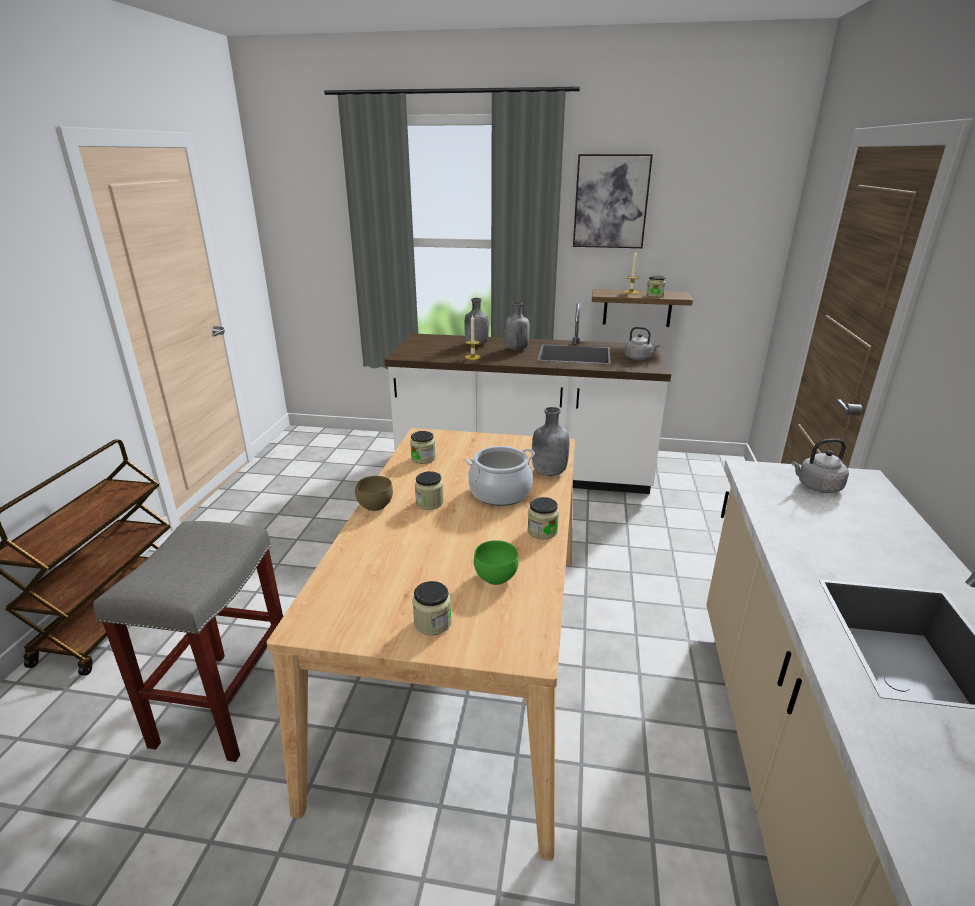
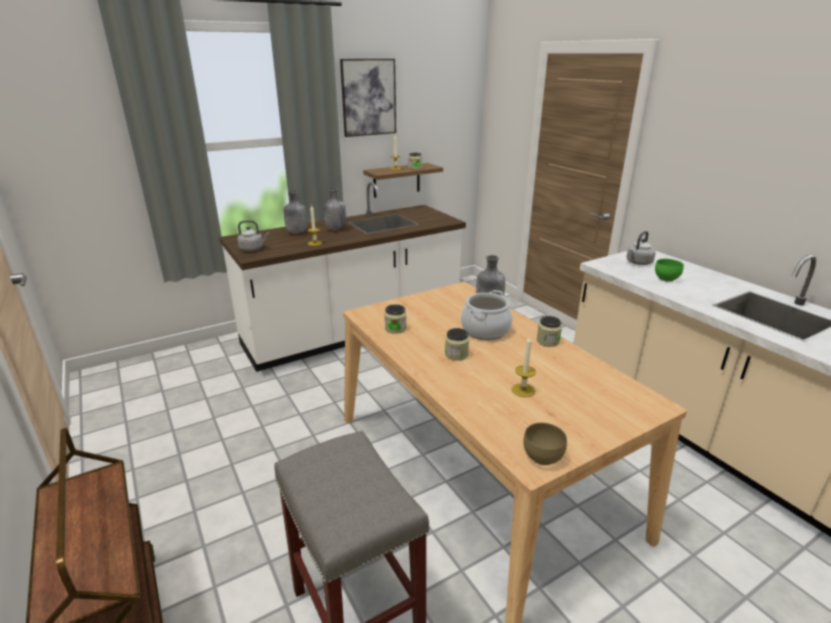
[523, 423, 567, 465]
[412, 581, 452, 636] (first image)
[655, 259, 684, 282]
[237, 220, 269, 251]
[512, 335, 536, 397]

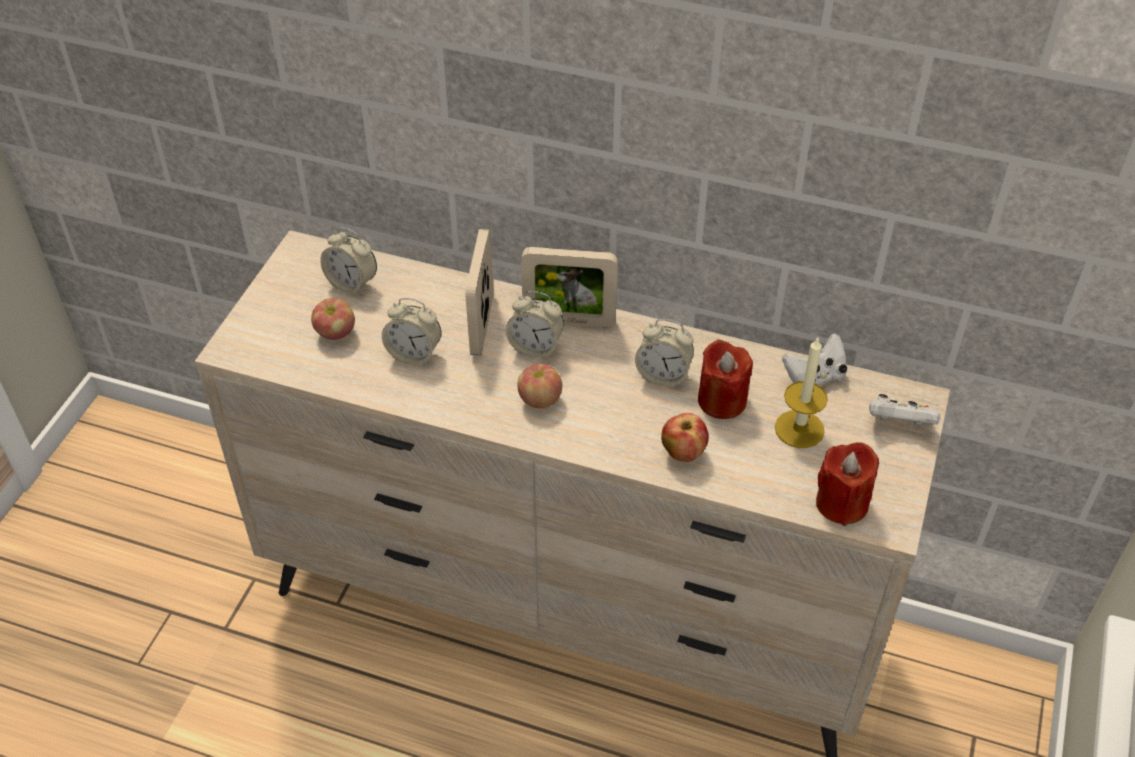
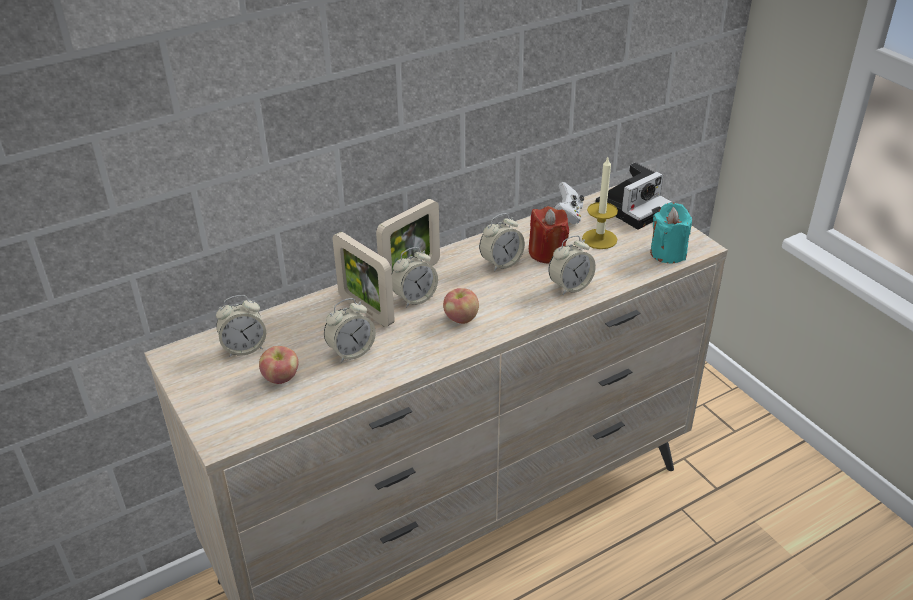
[548, 236, 596, 295]
[650, 202, 692, 263]
[595, 163, 672, 230]

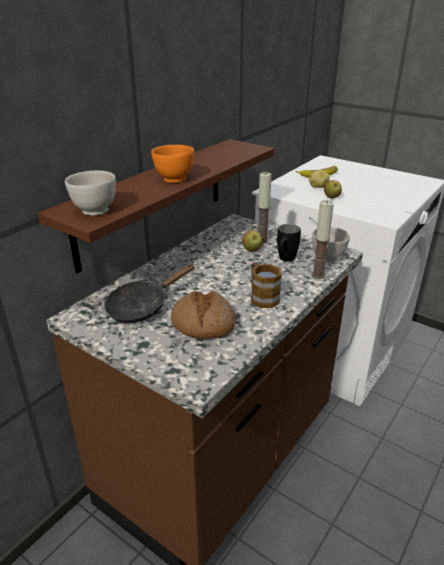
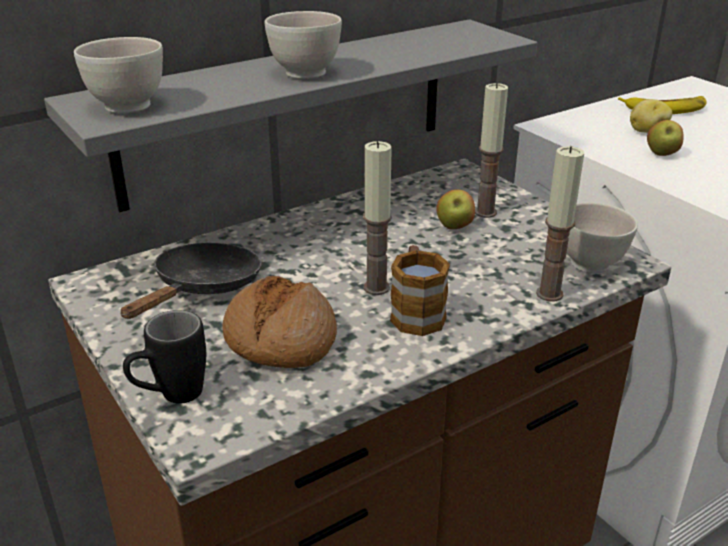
[44, 19, 537, 212]
[120, 243, 262, 319]
[265, 11, 342, 79]
[123, 310, 206, 404]
[363, 141, 392, 295]

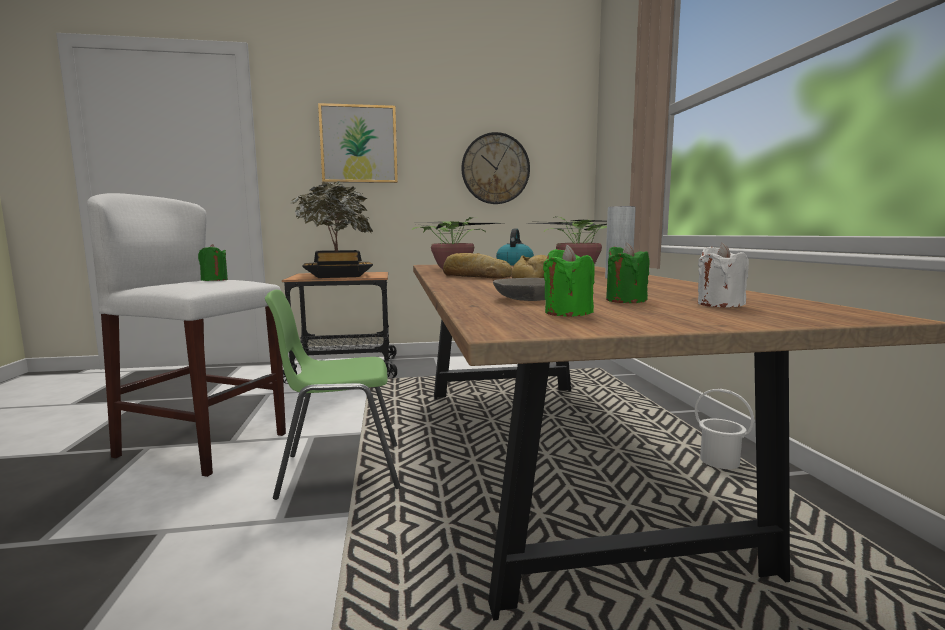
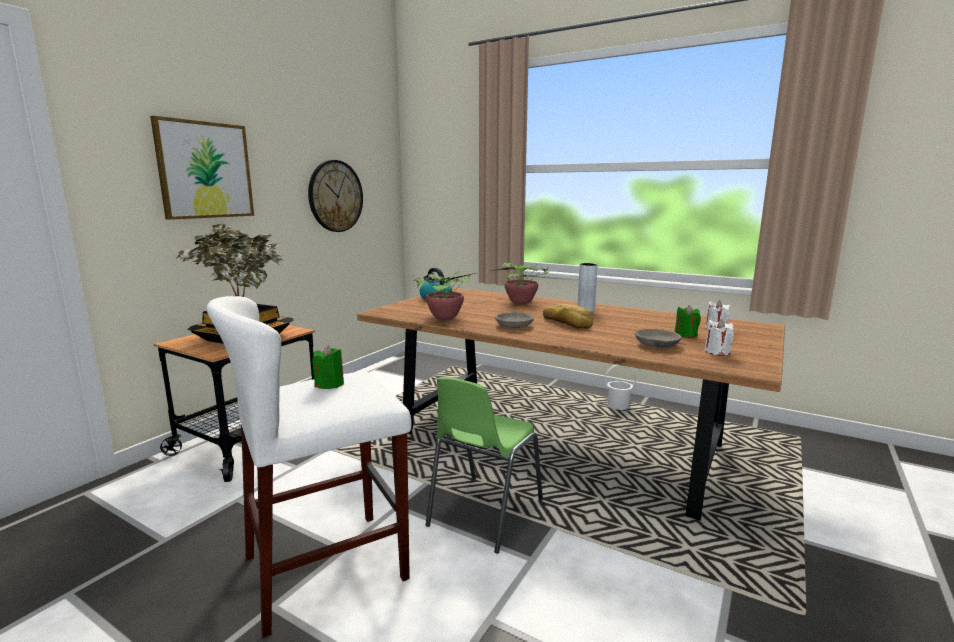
[495, 312, 534, 328]
[705, 319, 734, 356]

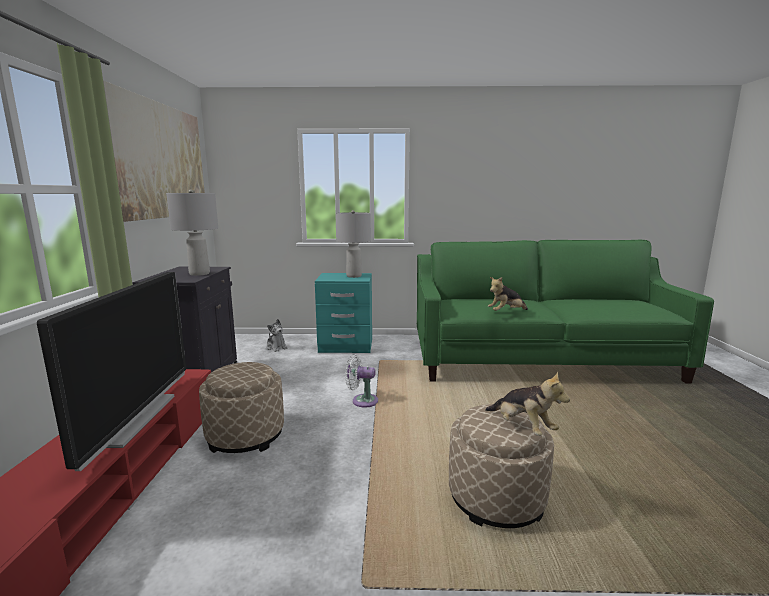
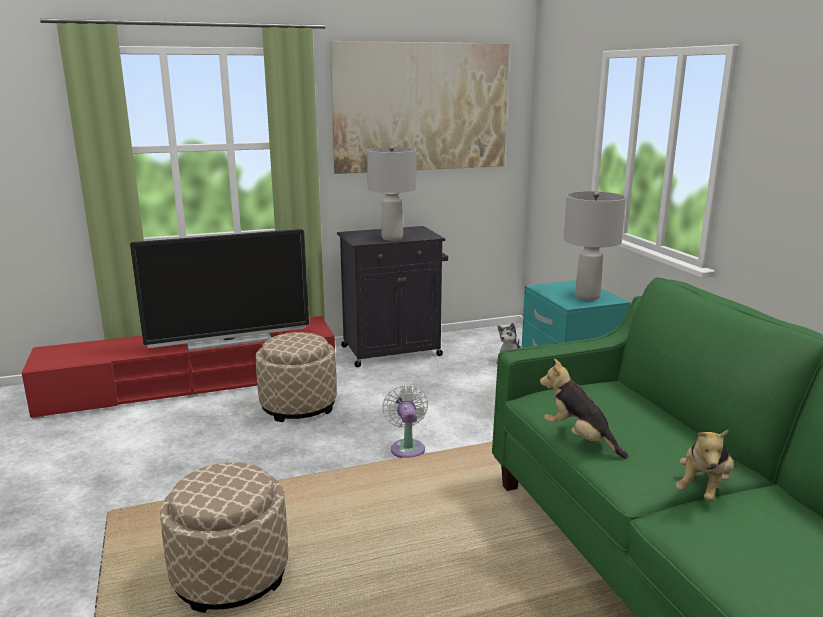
[676, 430, 733, 501]

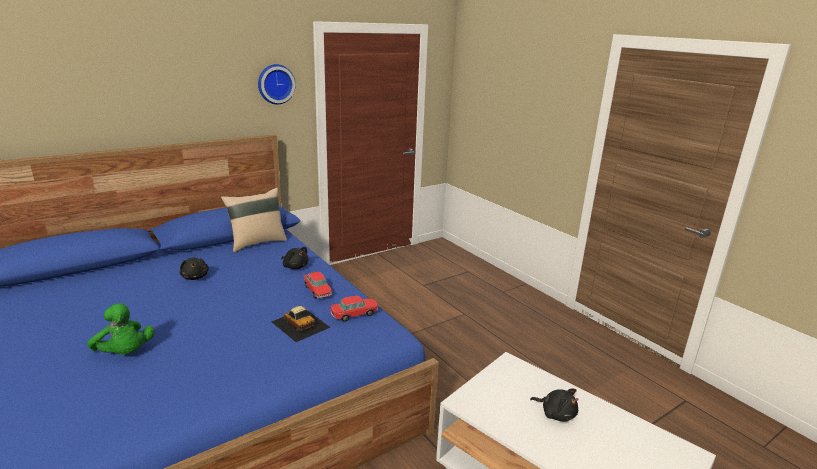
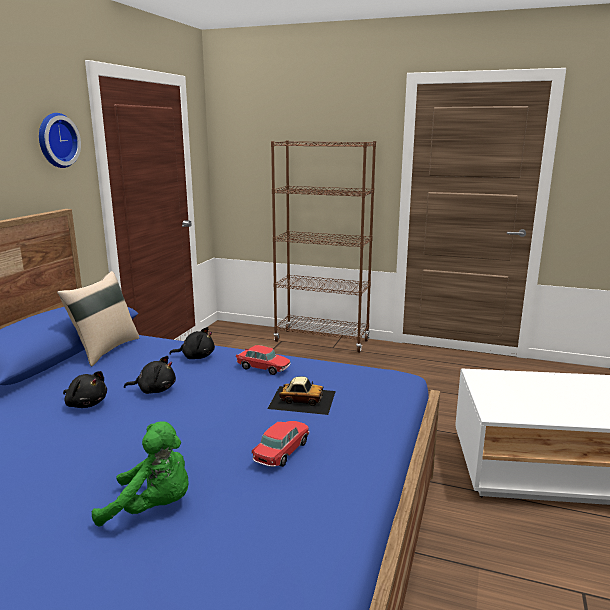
[251, 421, 310, 467]
[124, 356, 176, 394]
[271, 141, 376, 353]

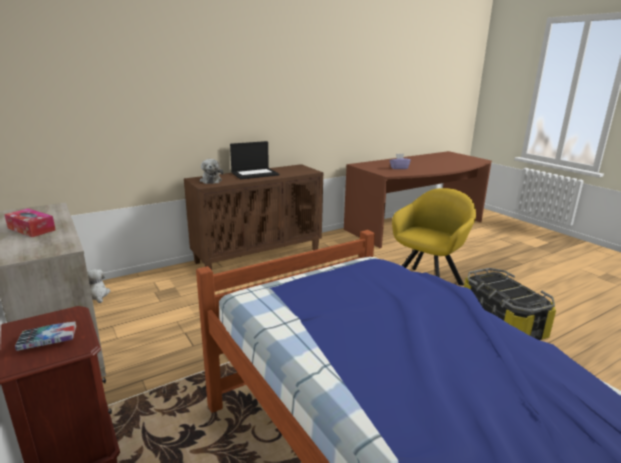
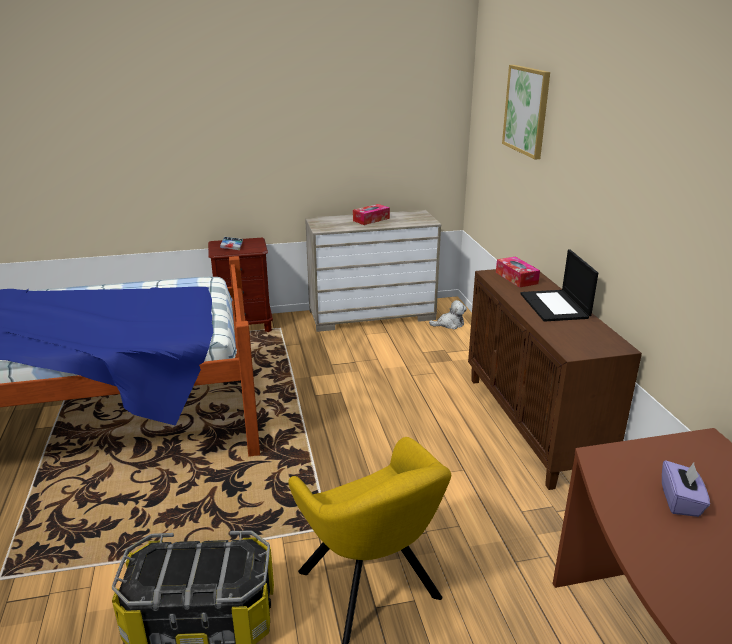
[496, 257, 540, 288]
[502, 65, 550, 159]

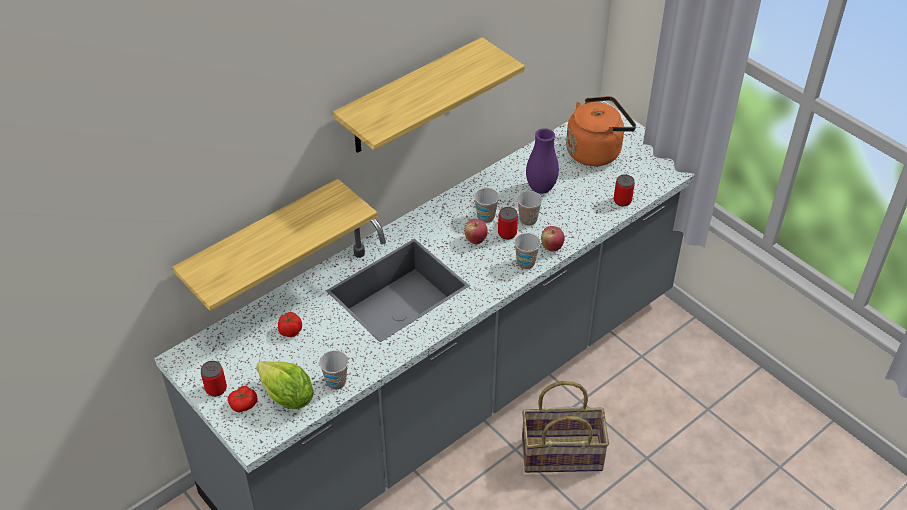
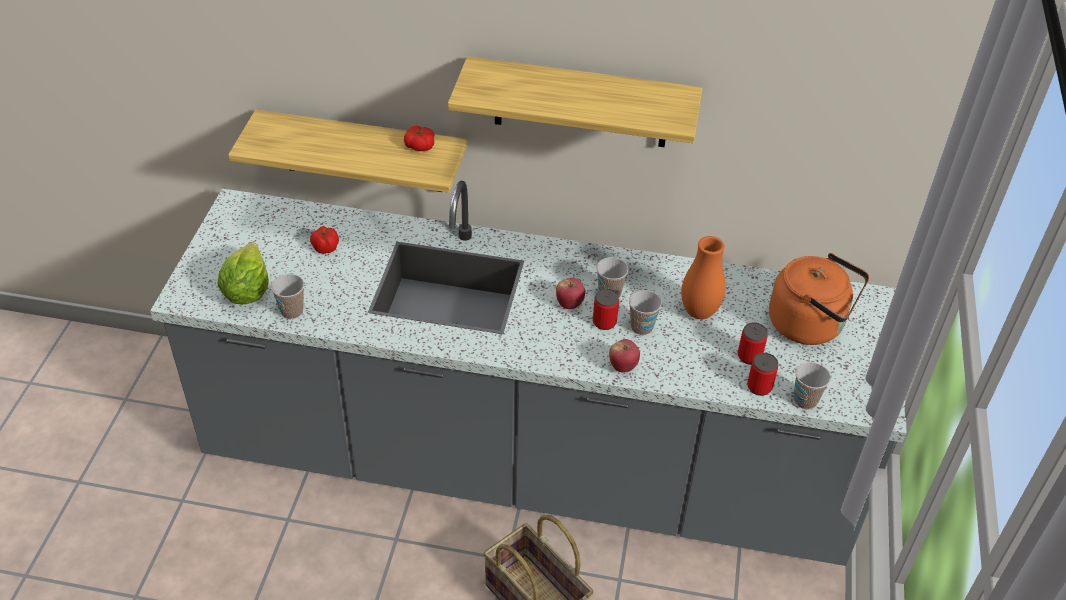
[738, 322, 768, 365]
[404, 126, 434, 151]
[794, 362, 831, 409]
[681, 236, 726, 319]

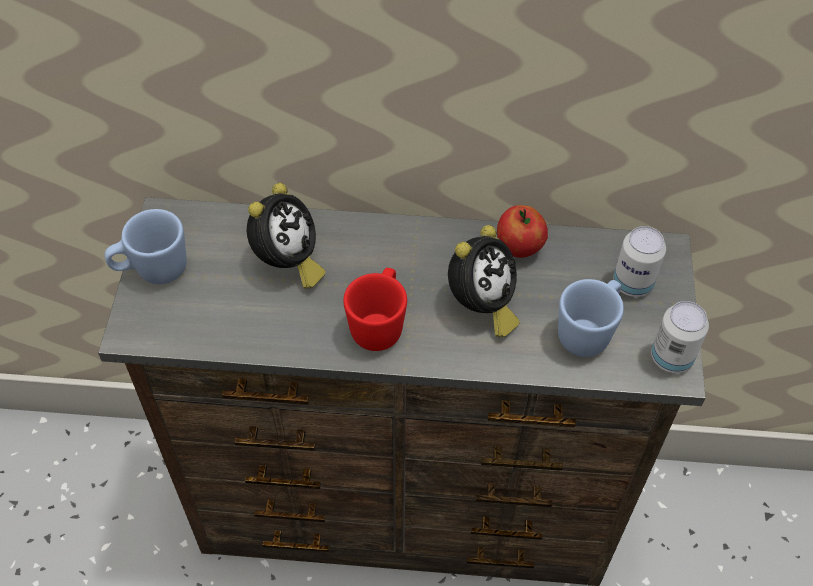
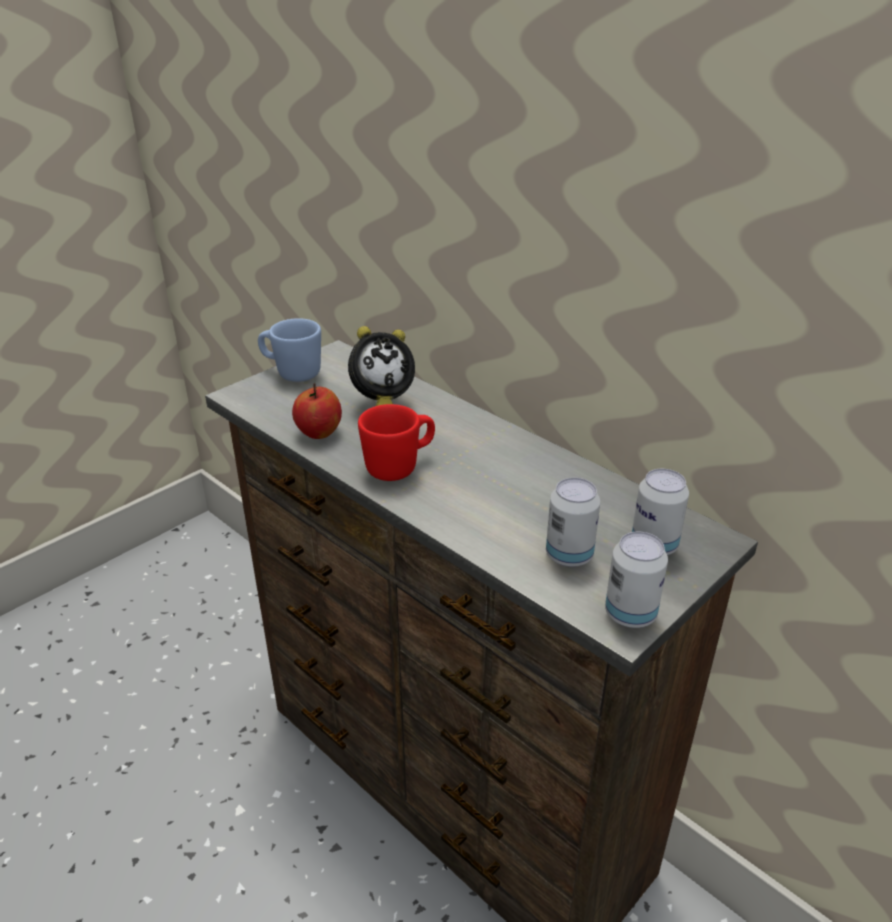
[448, 225, 519, 337] (first image)
[292, 383, 342, 439]
[546, 478, 600, 567]

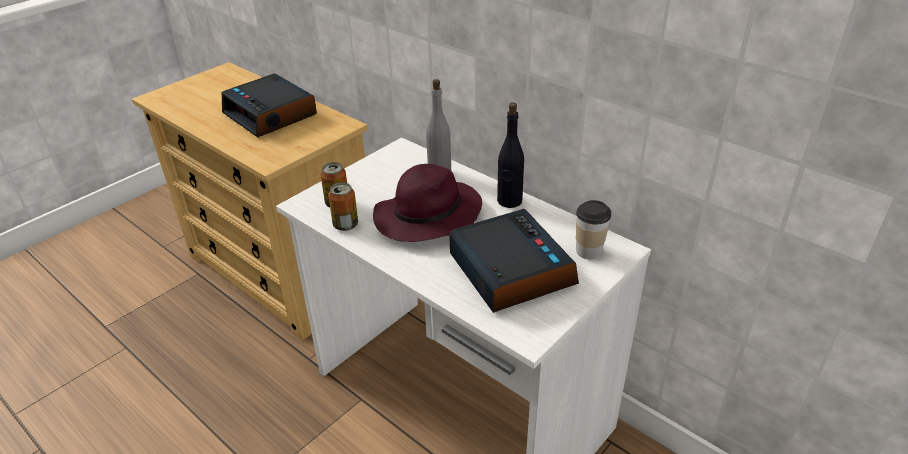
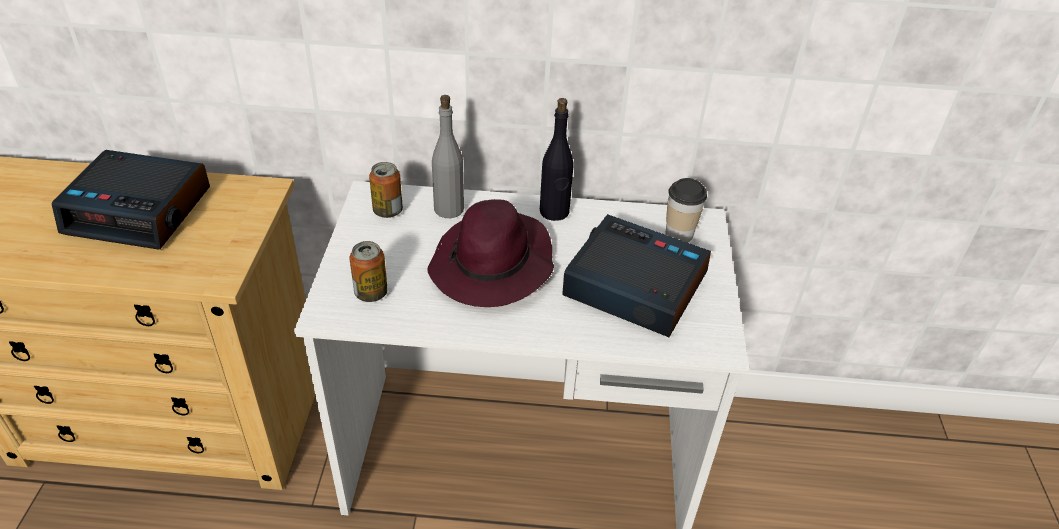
[369, 162, 403, 218]

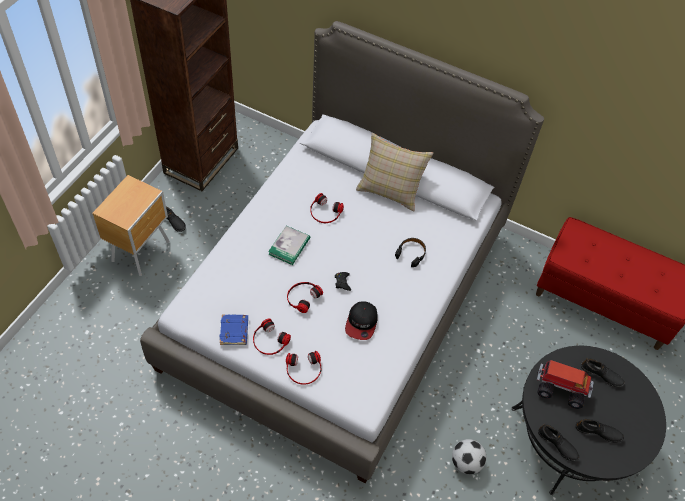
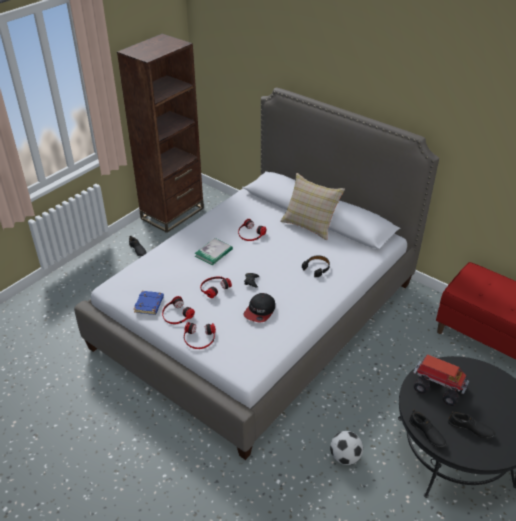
[92, 175, 170, 276] (first image)
[581, 358, 625, 387] (first image)

